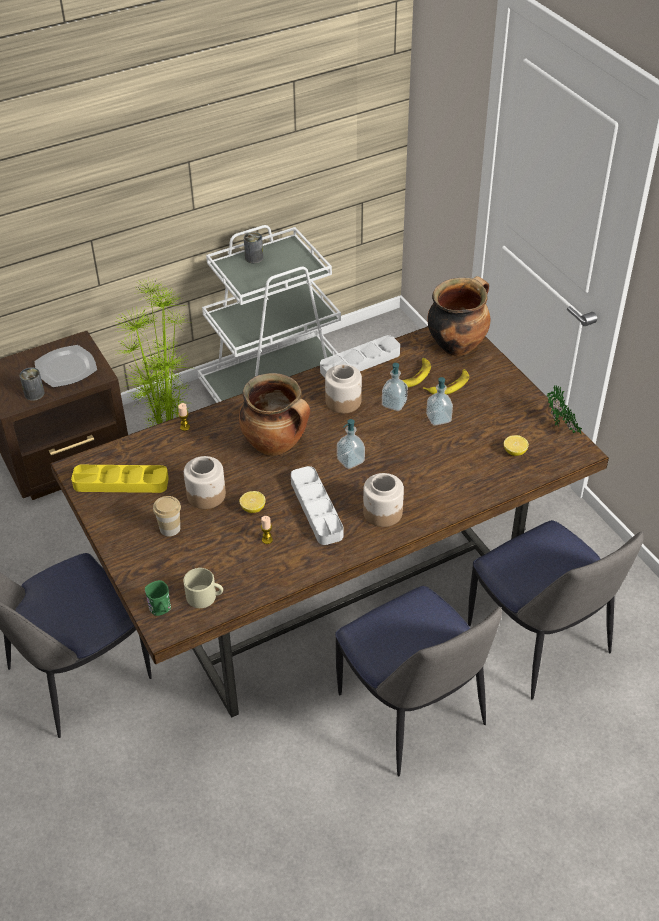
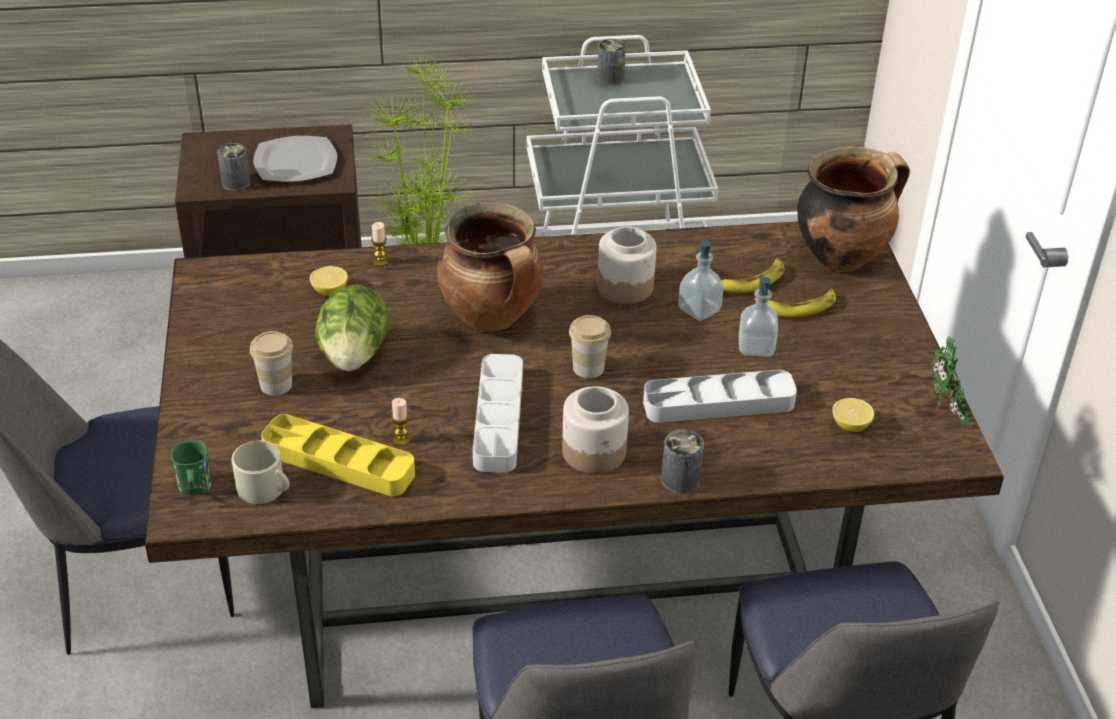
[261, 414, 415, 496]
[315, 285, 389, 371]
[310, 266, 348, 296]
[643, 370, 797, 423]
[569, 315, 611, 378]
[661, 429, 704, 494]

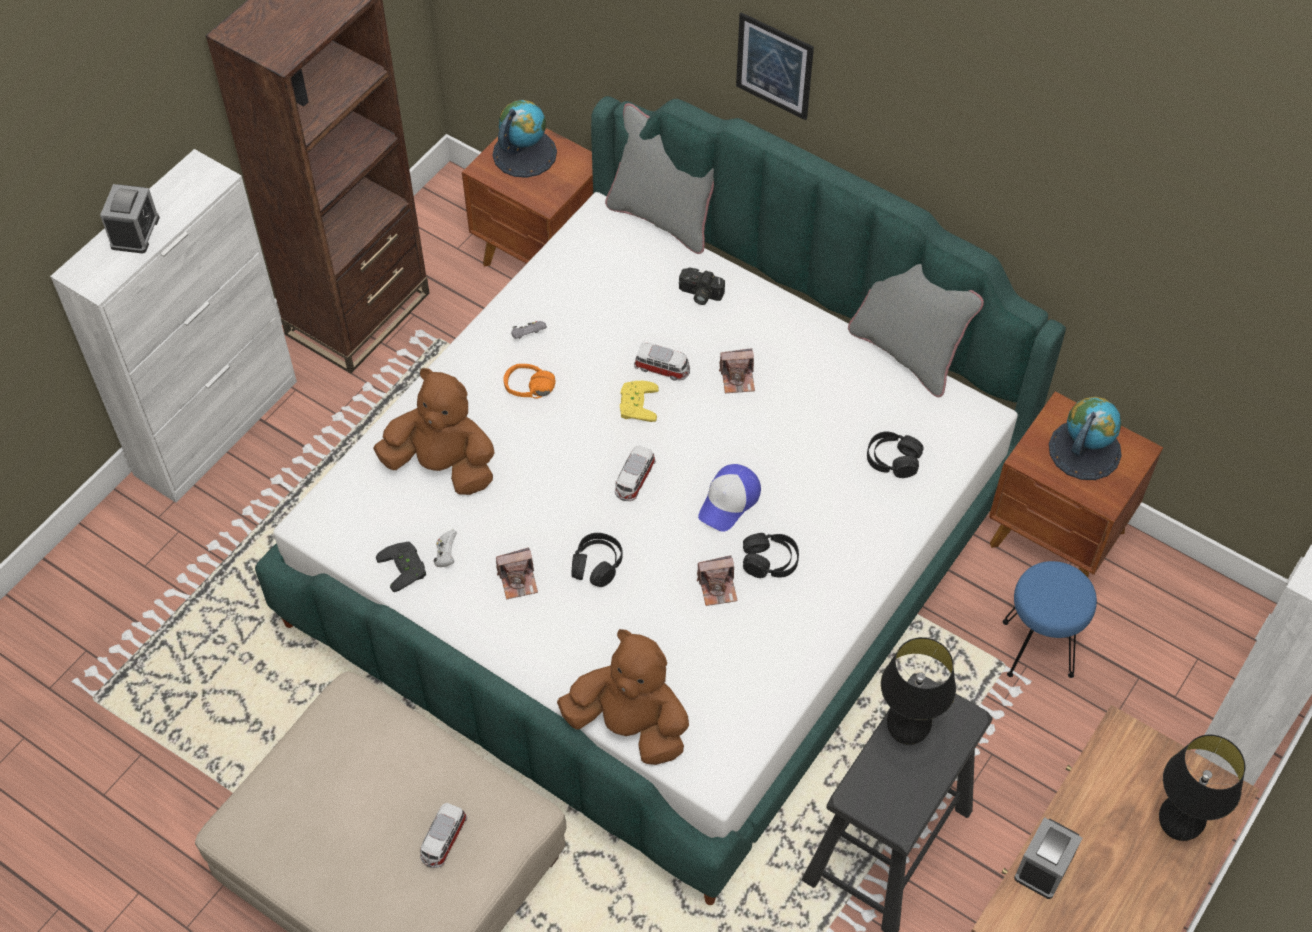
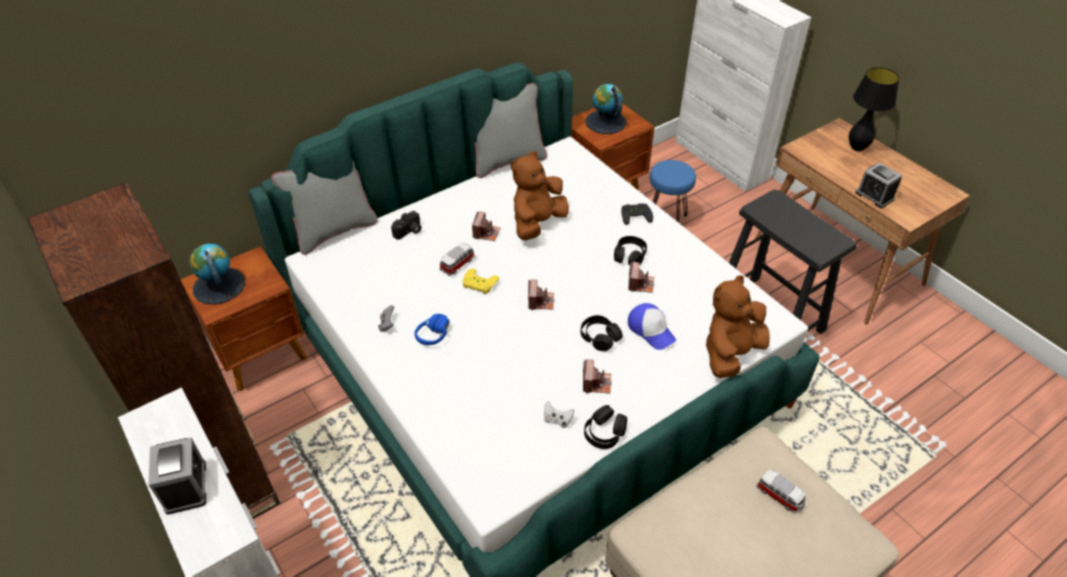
[148, 437, 206, 515]
[511, 151, 569, 240]
[621, 203, 653, 225]
[414, 314, 450, 345]
[528, 279, 554, 310]
[628, 303, 676, 350]
[736, 12, 814, 120] (first image)
[584, 405, 627, 449]
[881, 637, 956, 745] (first image)

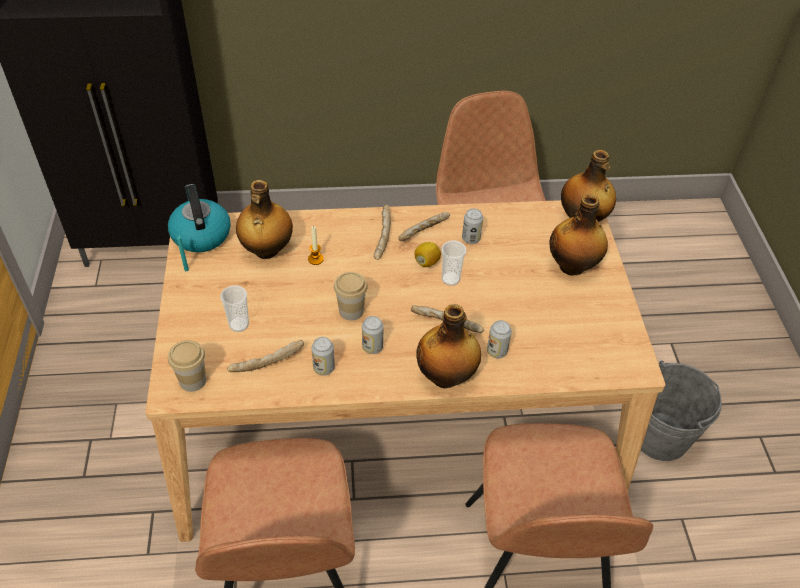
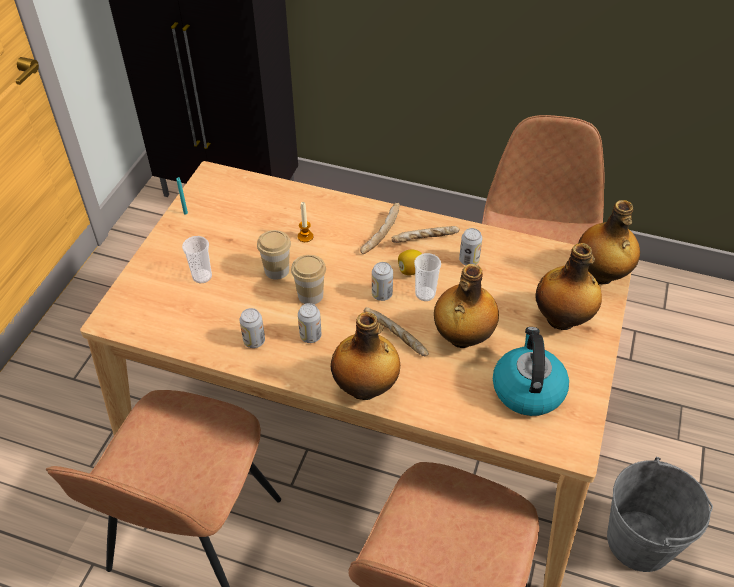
[493, 327, 569, 416]
[257, 230, 291, 280]
[227, 340, 304, 372] (first image)
[434, 264, 499, 348]
[372, 262, 393, 301]

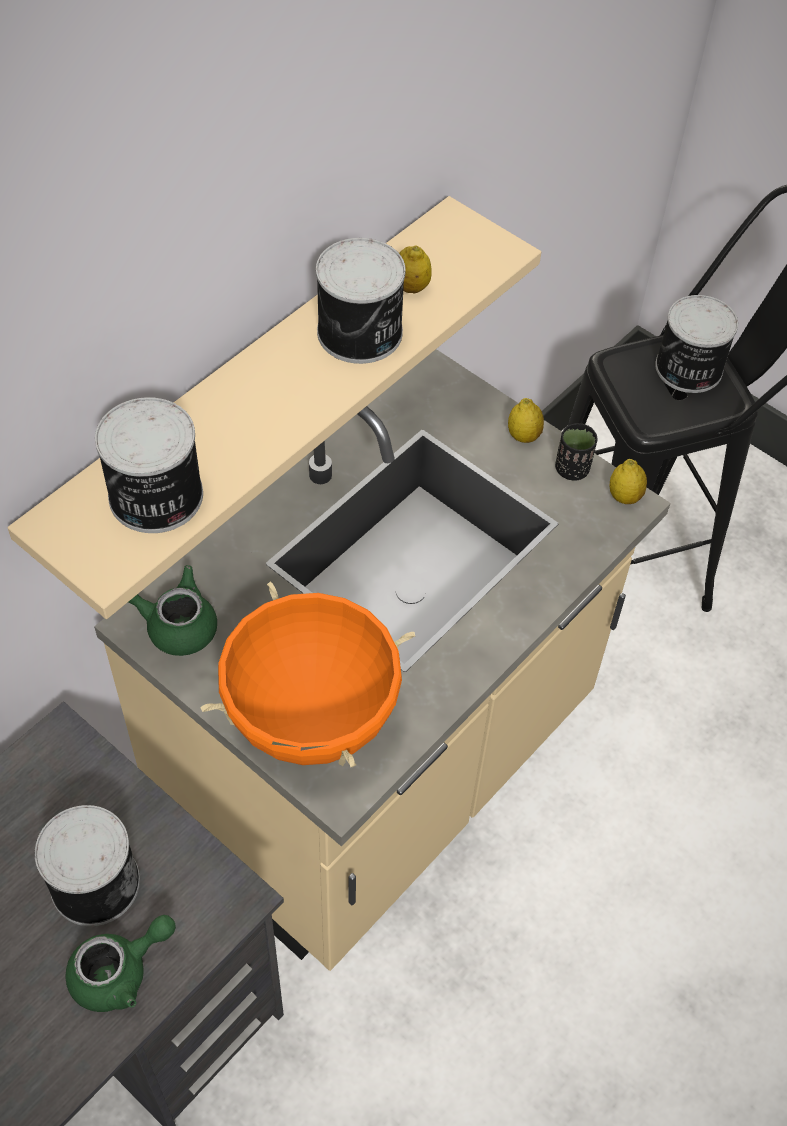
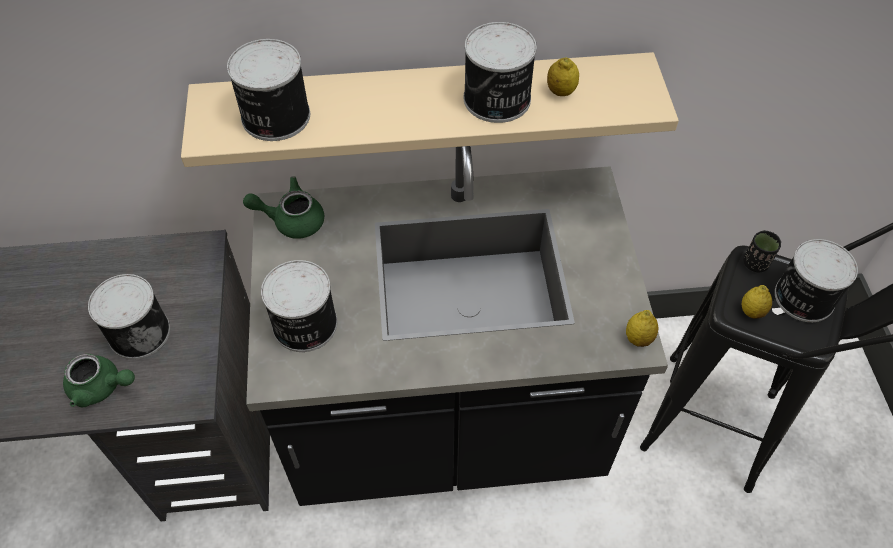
[246, 146, 668, 506]
[243, 176, 324, 239]
[261, 260, 337, 352]
[742, 285, 772, 319]
[743, 230, 781, 272]

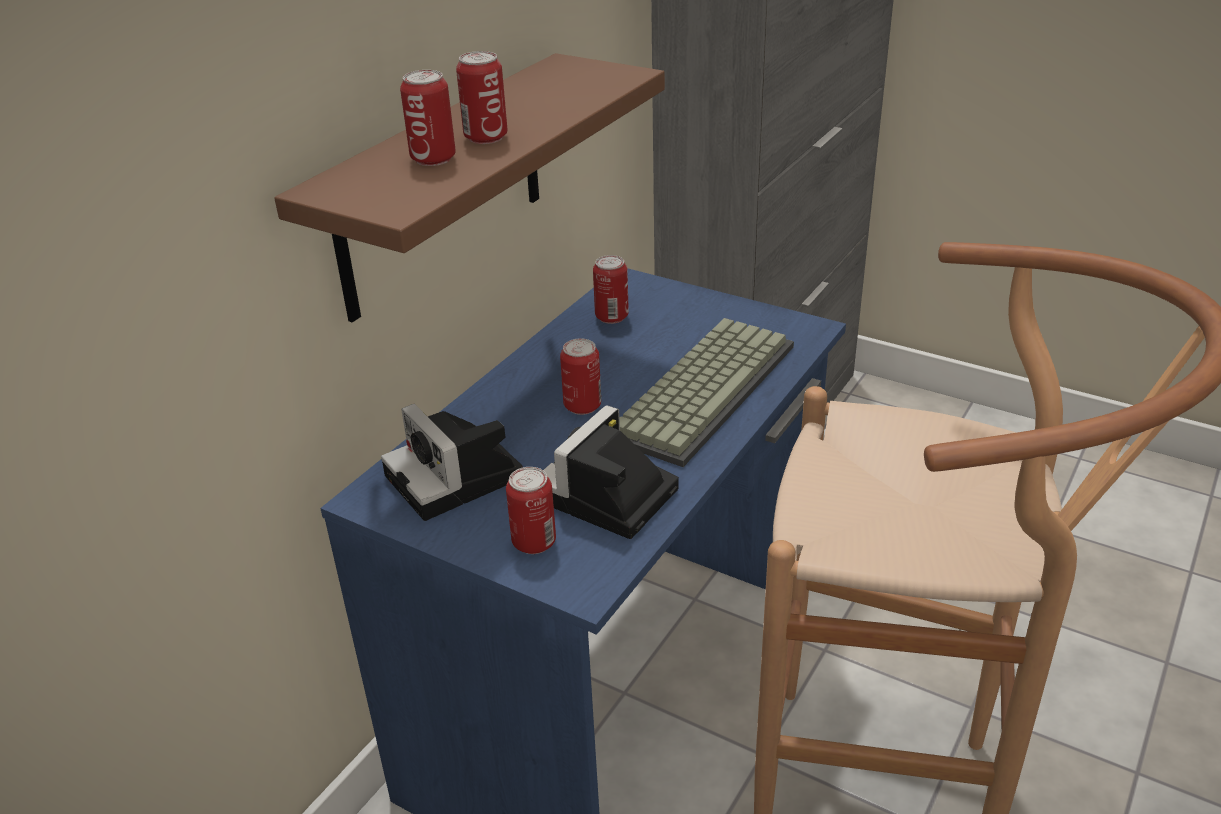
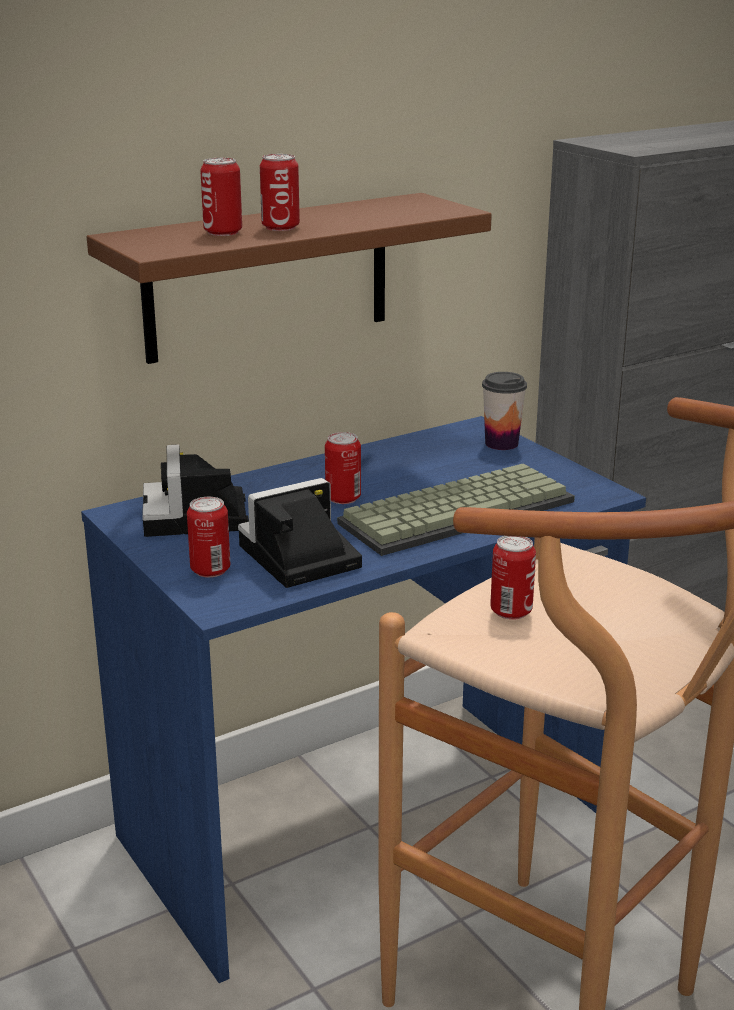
[490, 536, 536, 620]
[482, 372, 527, 450]

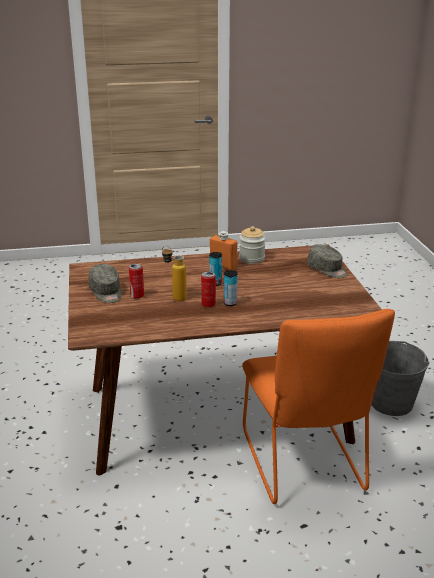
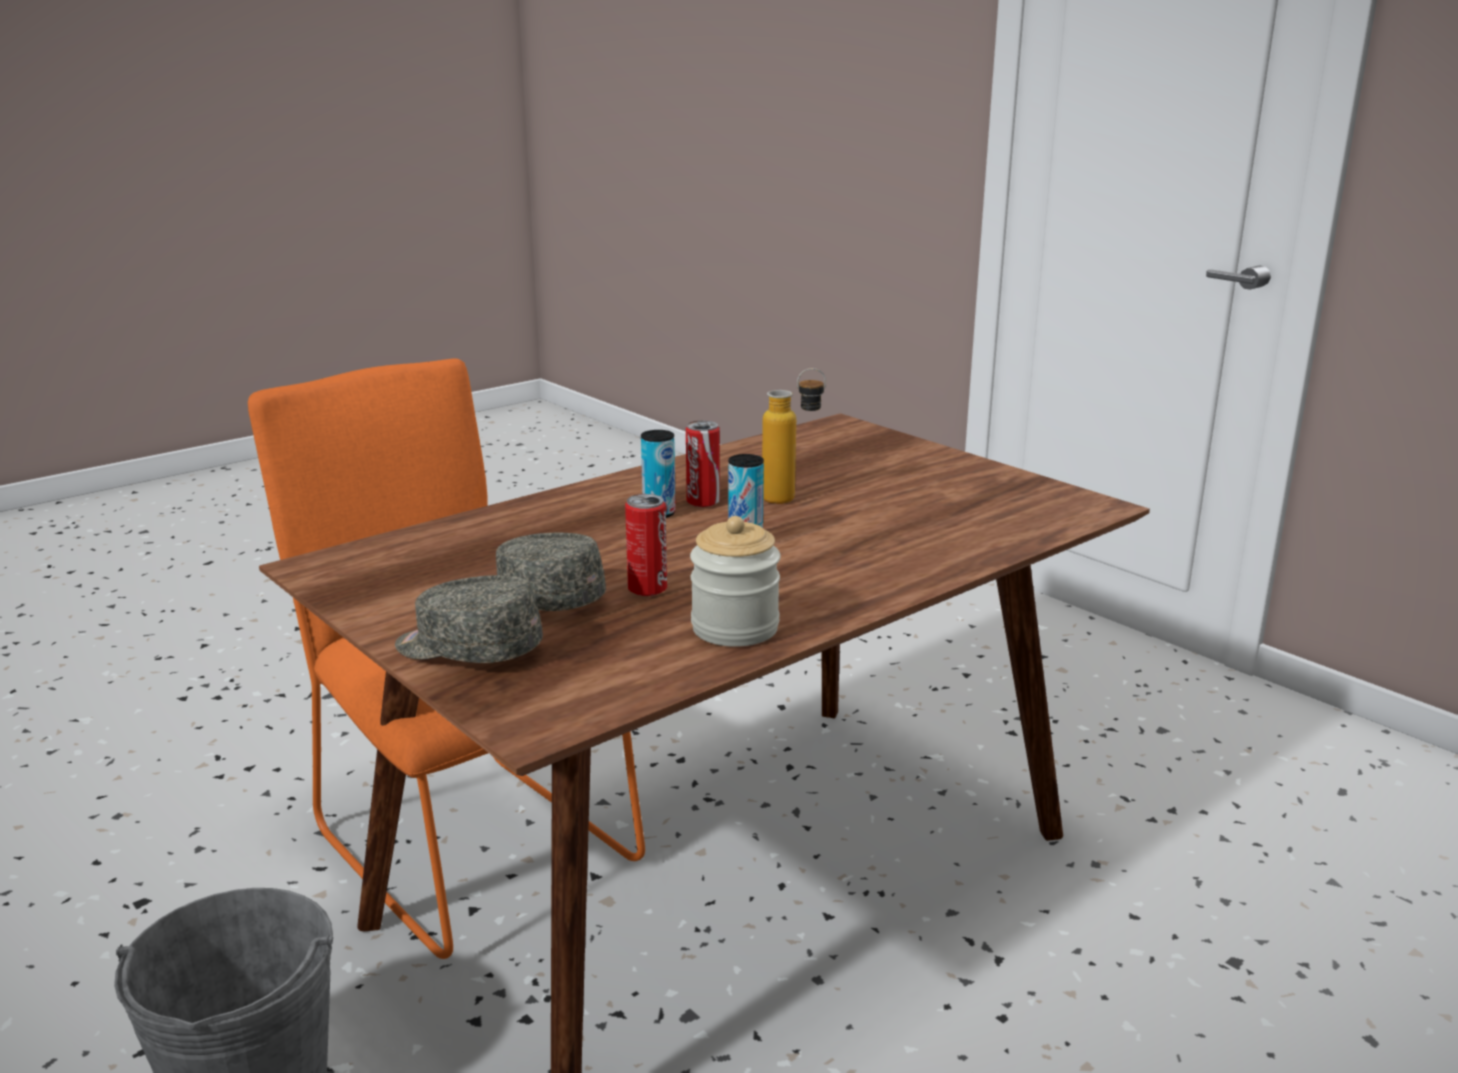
[496, 533, 606, 611]
[625, 494, 667, 596]
[210, 231, 237, 270] (first image)

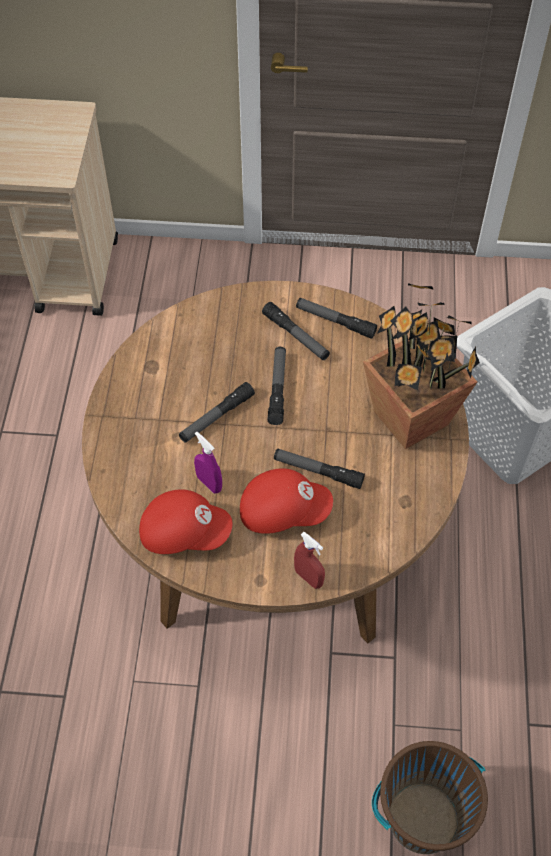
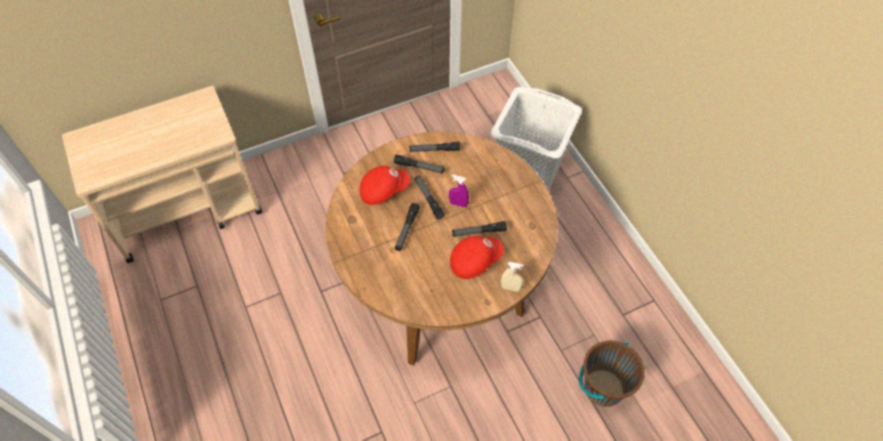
[360, 166, 410, 205]
[449, 175, 469, 207]
[501, 262, 524, 292]
[363, 284, 480, 449] (first image)

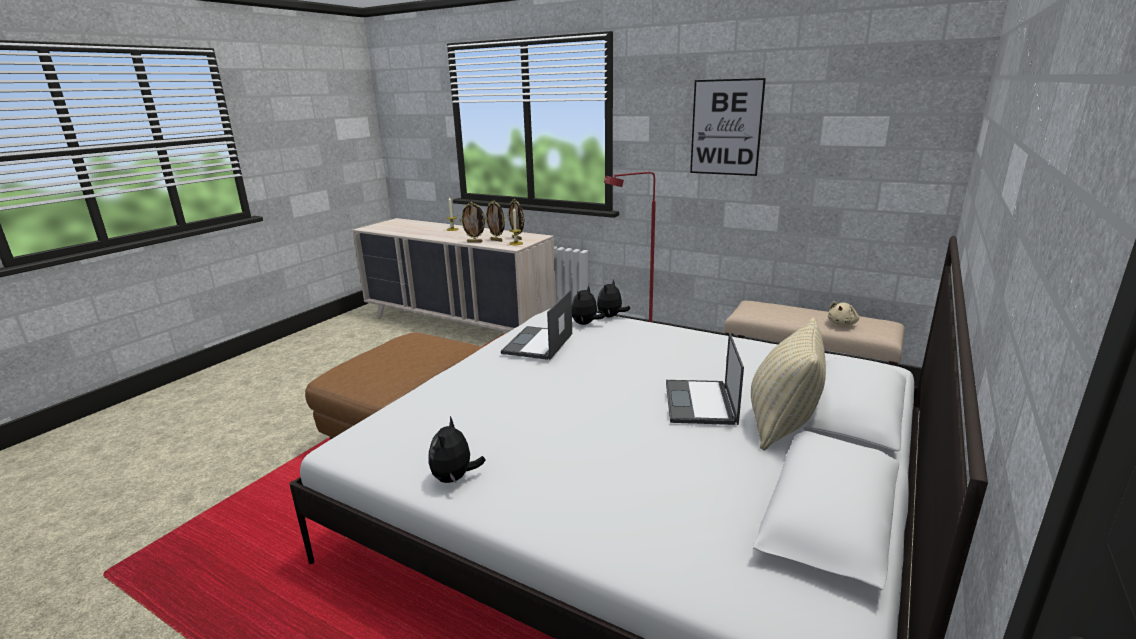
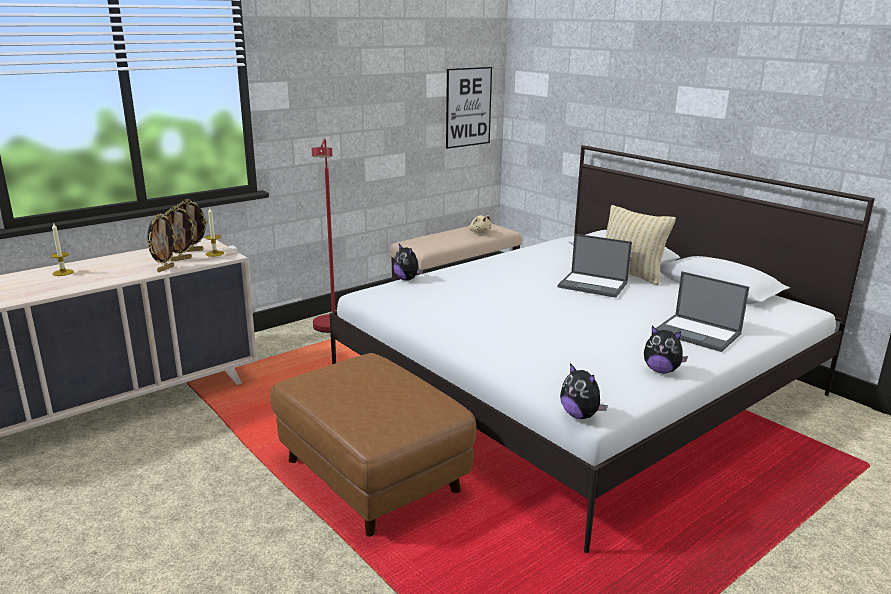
[656, 271, 749, 352]
[560, 363, 608, 419]
[446, 67, 492, 149]

